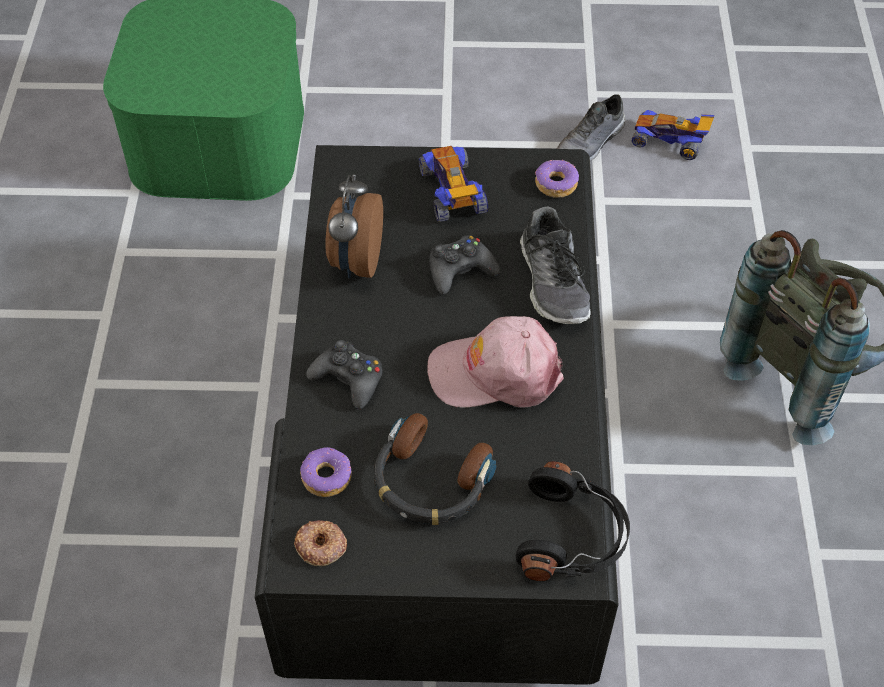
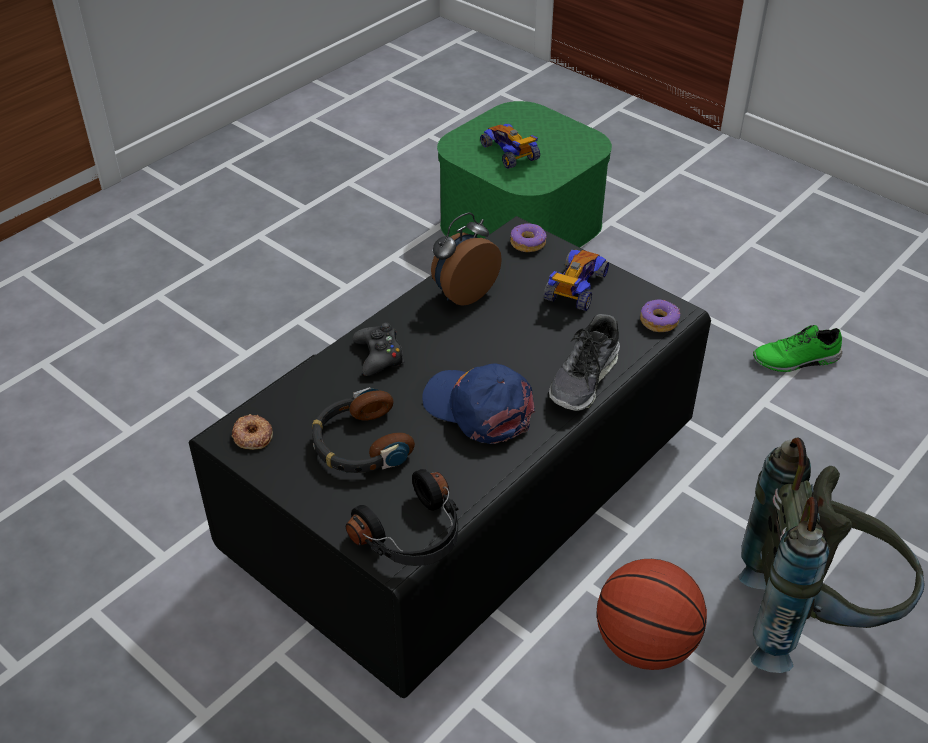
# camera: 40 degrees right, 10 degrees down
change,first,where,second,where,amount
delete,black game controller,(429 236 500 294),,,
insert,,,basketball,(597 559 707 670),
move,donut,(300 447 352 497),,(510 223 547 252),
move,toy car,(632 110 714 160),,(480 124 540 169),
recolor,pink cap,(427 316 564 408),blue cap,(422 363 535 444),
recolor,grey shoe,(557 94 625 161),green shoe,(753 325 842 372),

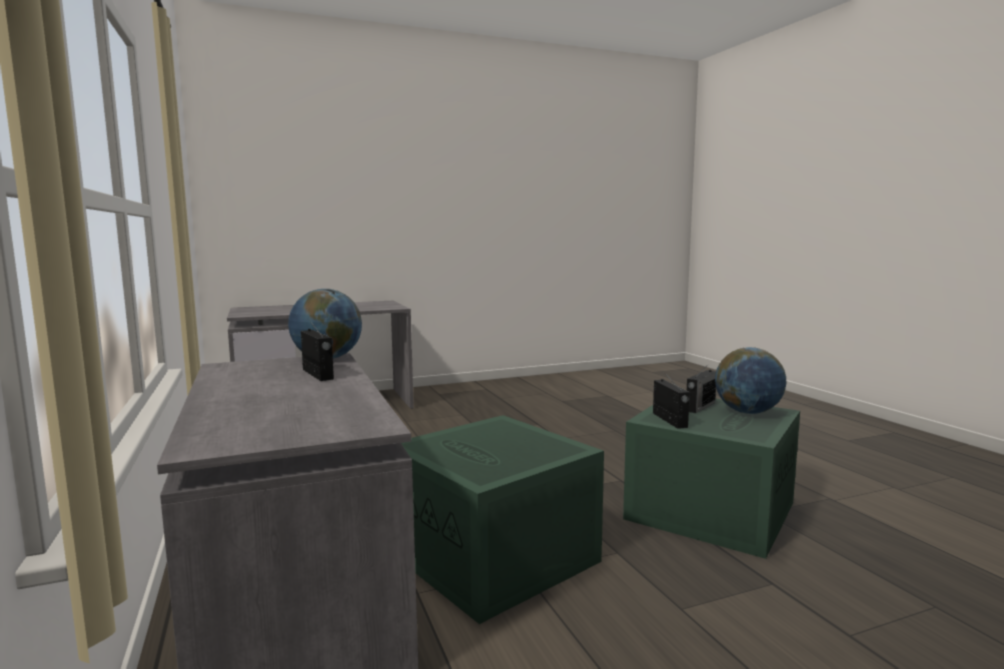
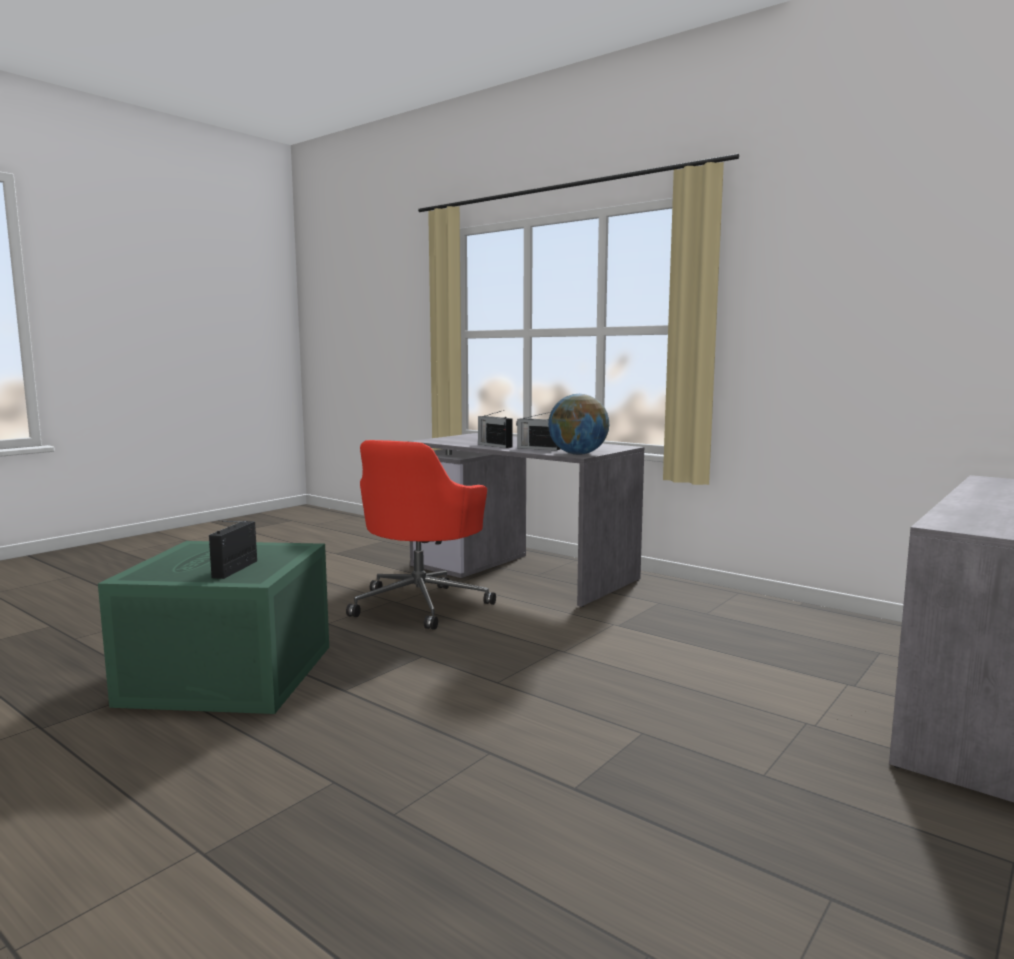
# camera: 150 degrees right, 0 degrees up
change,first,where,second,where,amount
delete,globe,(715 347 786 414),,,
move,radio,(653 374 690 429),,(478 410 513 448),
replace,green storage box,(401 415 604 624),red office chair,(346 440 496 630),

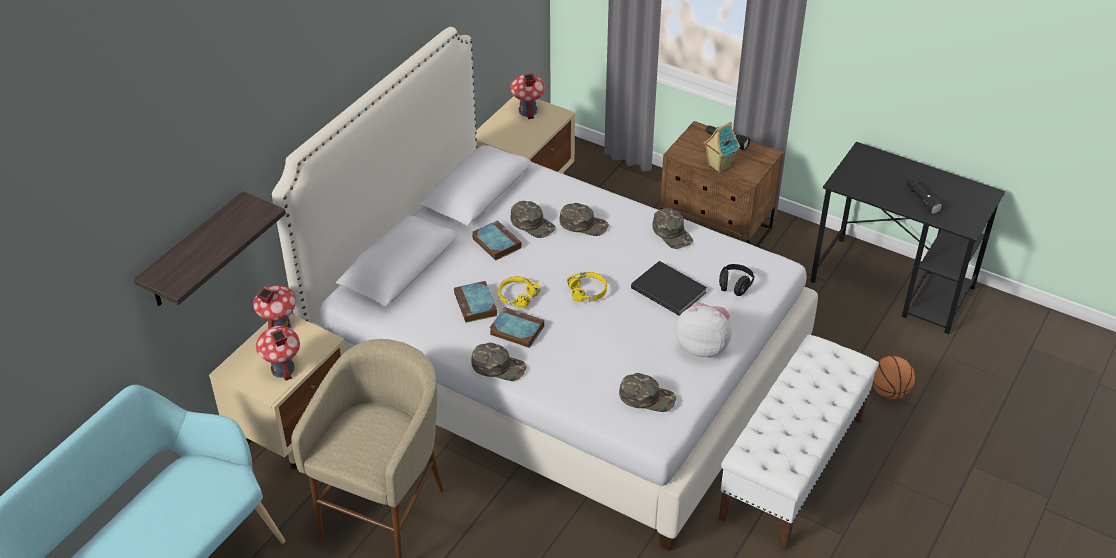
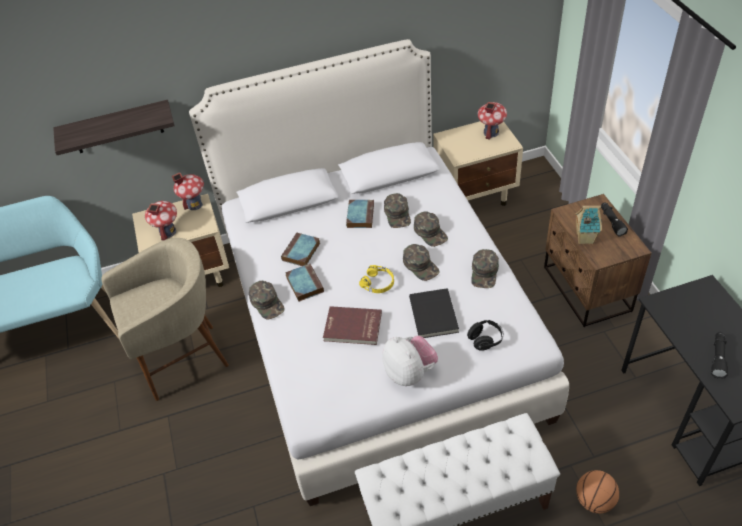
# camera: 45 degrees right, 5 degrees up
change,first,where,second,where,amount
delete,yellow headphones,(498 276 541 308),,,
insert,,,red book,(323 306 382 345),
move,green cap,(619 373 676 412),,(403 244 439 281),

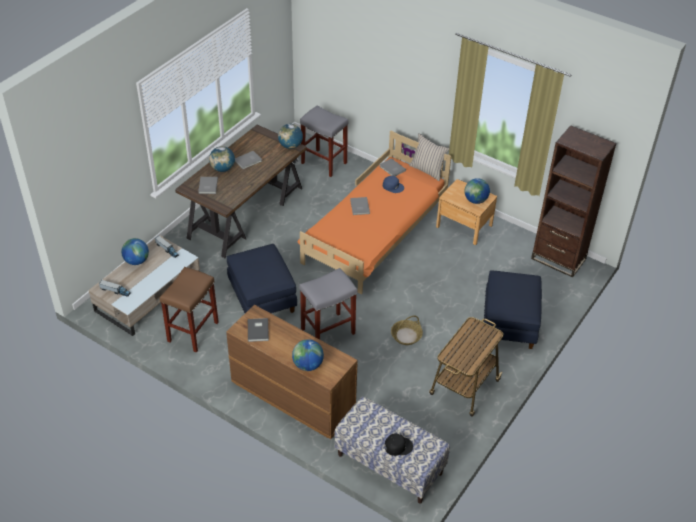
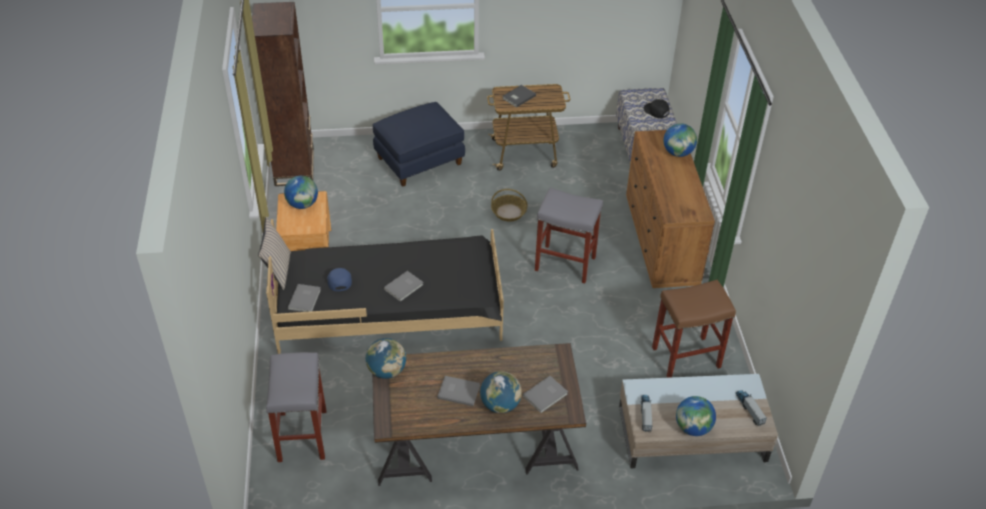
# camera: 130 degrees left, 0 degrees up
change,first,where,second,where,amount
delete,blue ottoman,(227 244 297 313),,,
move,grey book,(248 318 269 342),,(502 85 536 107),
recolor,orange bed,(297 130 451 294),black bed,(266 219 504 354),

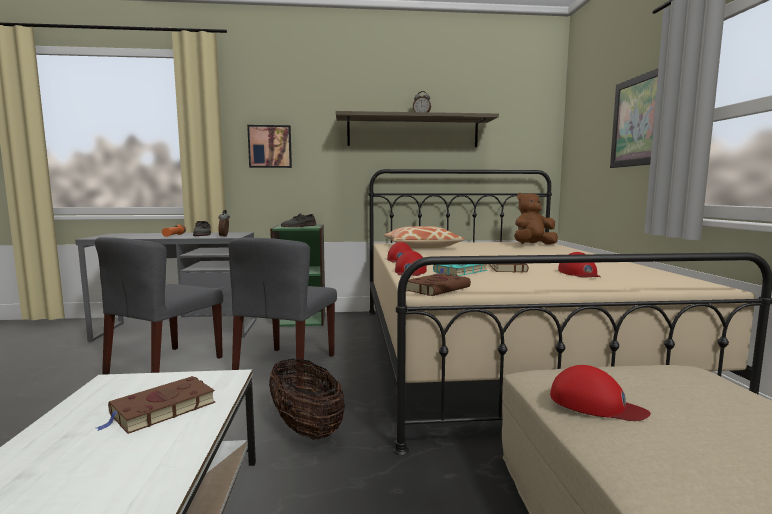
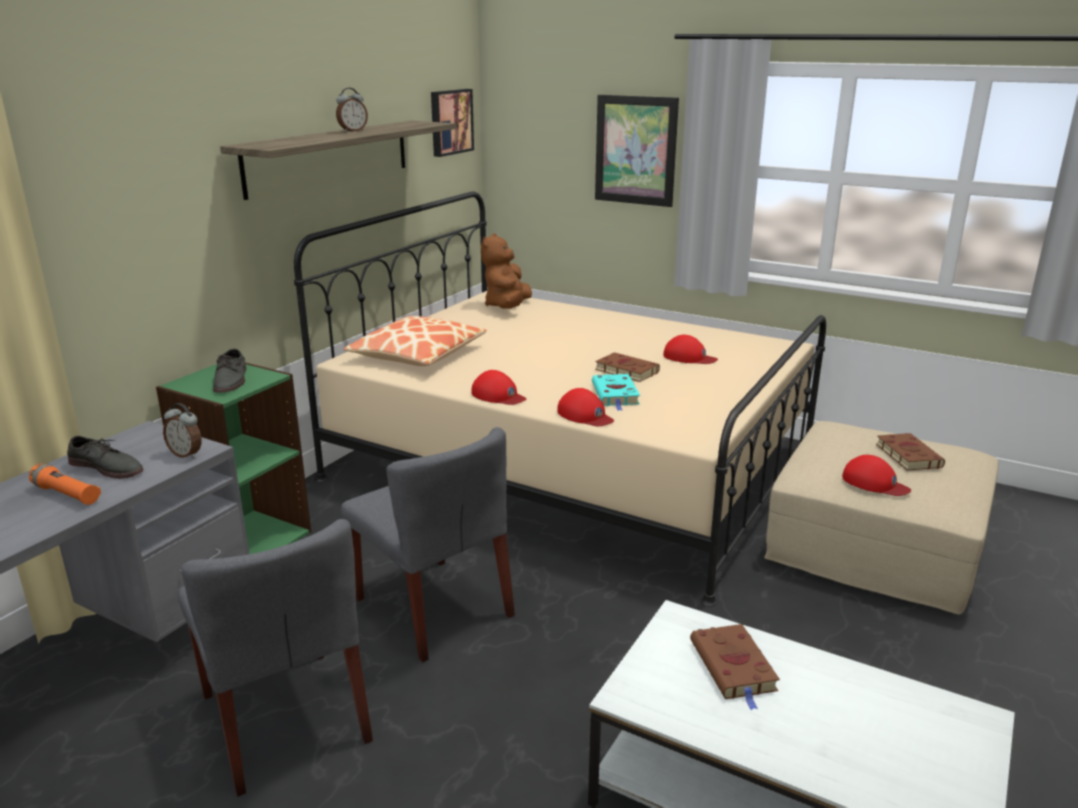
# camera: 55 degrees left, 15 degrees up
change,first,where,second,where,amount
delete,basket,(269 359 345 439),,,
move,picture,(247 125 292 168),,(431 89 474 157),
move,brown book,(406 273 471 296),,(876 433 945 471),
rotate,red cap,(550 365 651 421),,(842 455 911 496),60 degrees clockwise

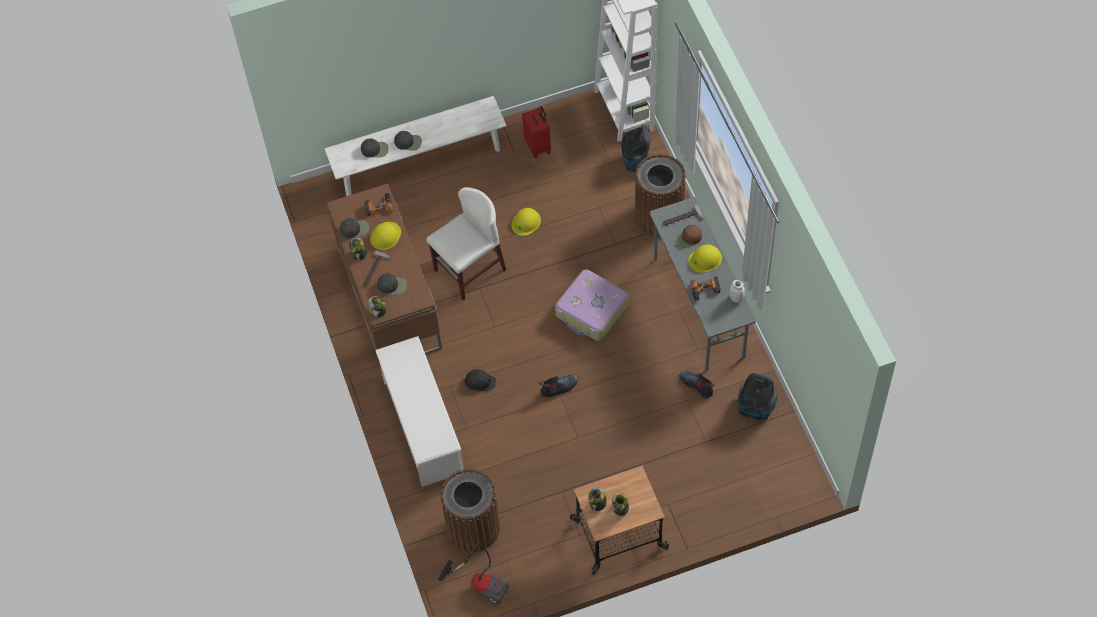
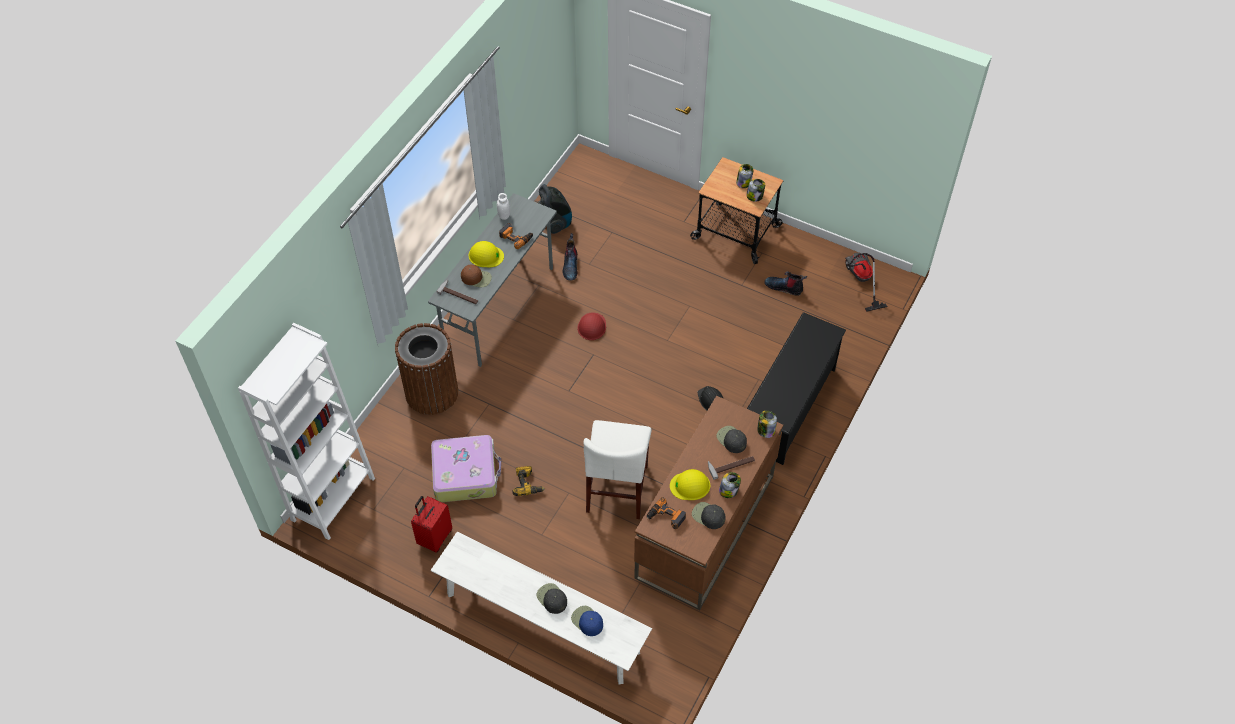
# camera: 135 degrees left, 5 degrees down
change,first,where,second,where,amount
delete,brown trash can,(440 469 500 552),,,
delete,vacuum cleaner,(621 125 651 172),,,
insert,,,red hard hat,(578 313 606 340),
move,boot,(539 375 578 397),,(764 271 807 296),
move,suitcase,(555 269 629 341),,(431 435 501 502),
replace,yellow hard hat,(511 208 541 236),power drill,(513 466 545 496),
recolor,black cap,(361 139 389 158),blue cap,(571 606 603 636),
recolor,white shoe rack,(375 336 464 487),black shoe rack,(747 312 846 465),
rotate,white chair,(426 187 506 300),,(584 420 651 519),90 degrees counterclockwise

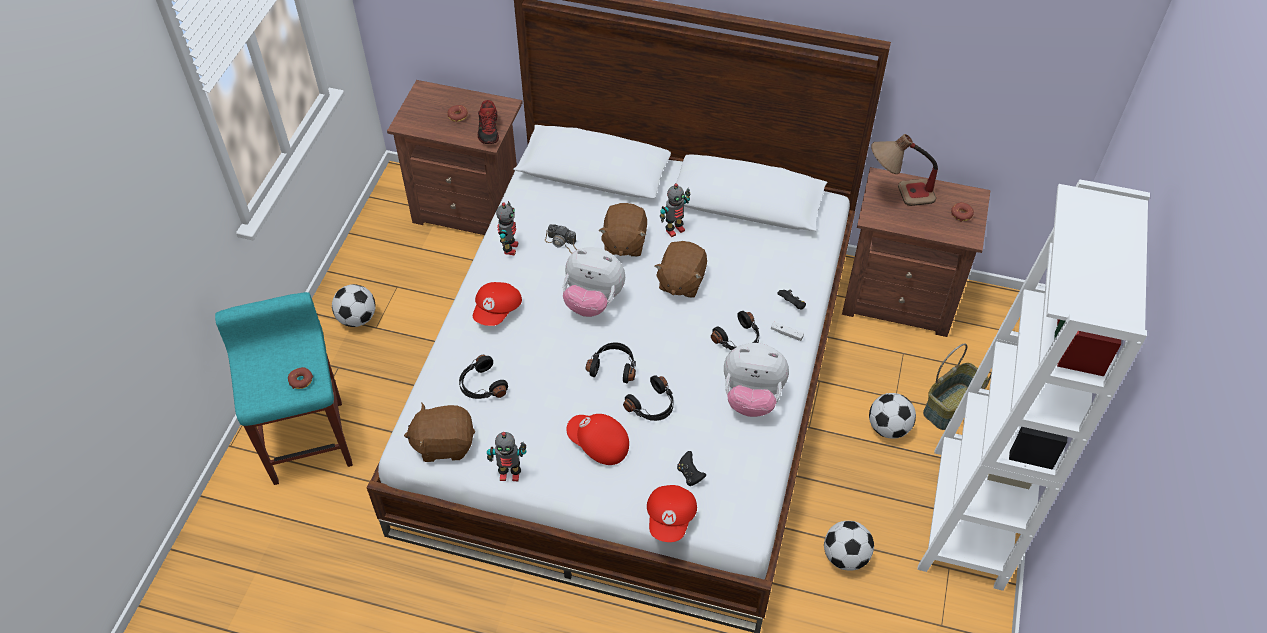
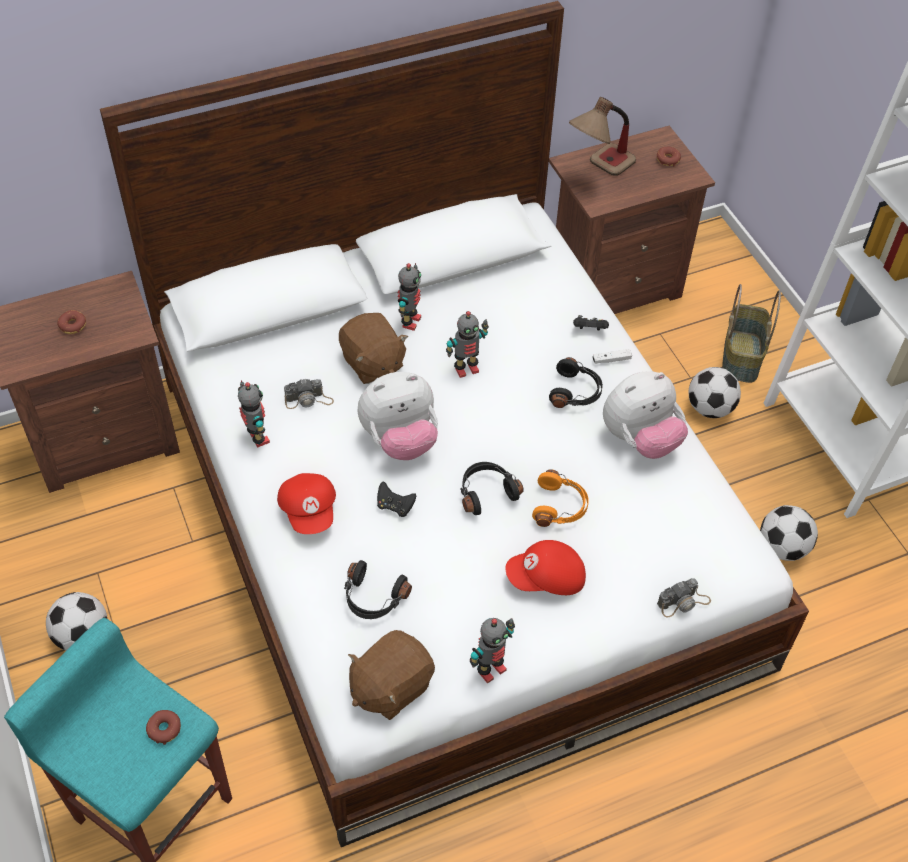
# camera: 40 degrees left, 0 degrees up
change,first,where,second,where,amount
delete,shoe,(478 100 499 144),,,
move,black game controller,(677 451 706 486),,(377 481 416 517),
replace,red cap,(647 485 697 542),photo camera,(657 578 711 617),
replace,brown plush toy,(655 241 707 298),toy robot,(446 311 489 378),
recolor,black headphones,(623 375 674 421),orange headphones,(532 469 589 527),

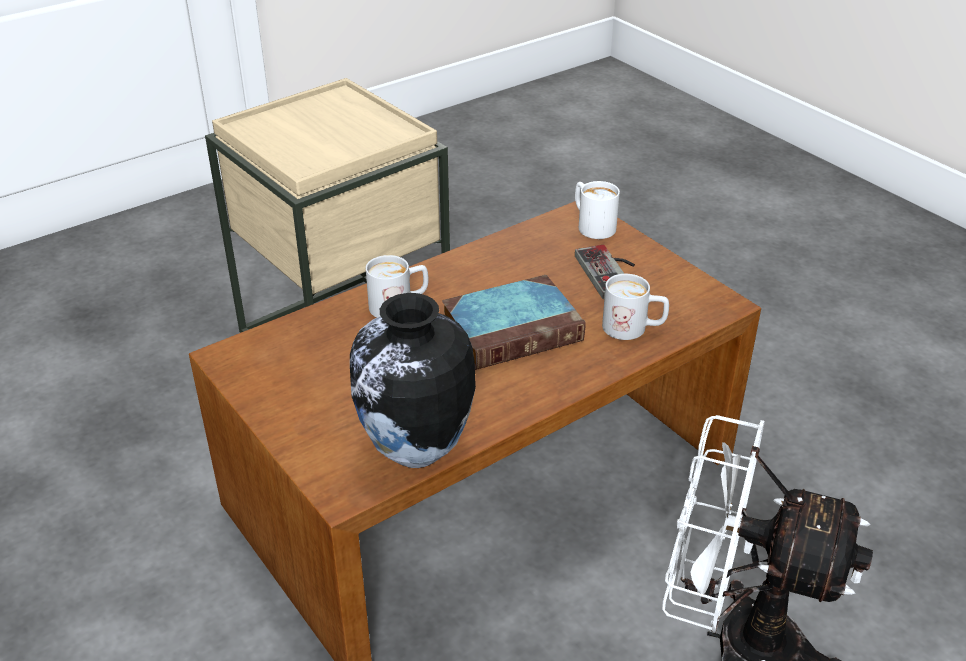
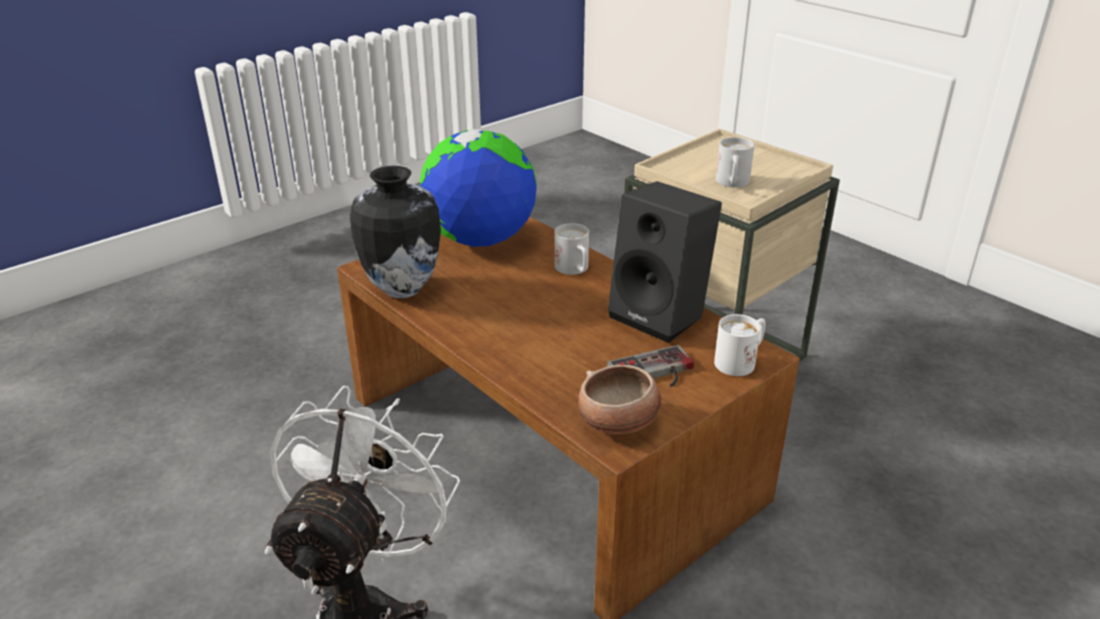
# camera: 85 degrees right, 5 degrees down
change,first,where,second,where,amount
delete,book,(442 275 585 370),,,
insert,,,globe,(420 129 537 247),
insert,,,bowl,(578 365 661 434),
insert,,,black speaker,(608 181 722 343),
move,white mug,(602 274 669 340),,(716 137 755 187),

